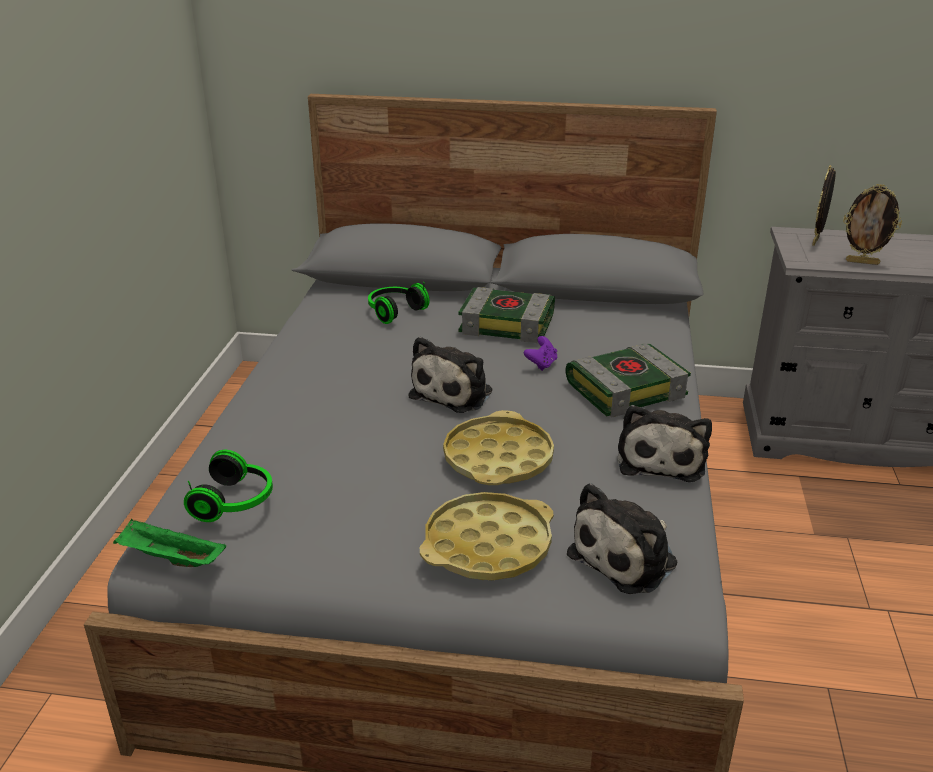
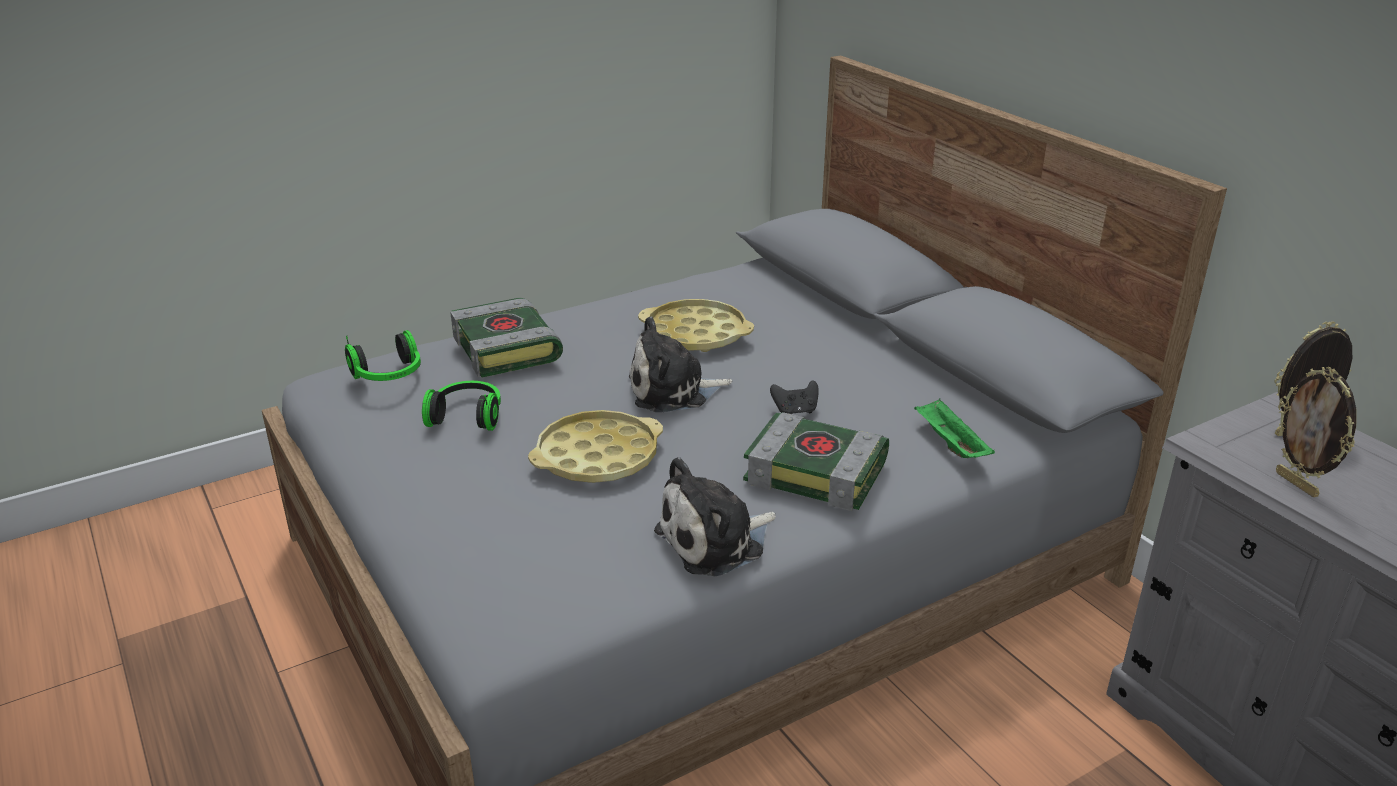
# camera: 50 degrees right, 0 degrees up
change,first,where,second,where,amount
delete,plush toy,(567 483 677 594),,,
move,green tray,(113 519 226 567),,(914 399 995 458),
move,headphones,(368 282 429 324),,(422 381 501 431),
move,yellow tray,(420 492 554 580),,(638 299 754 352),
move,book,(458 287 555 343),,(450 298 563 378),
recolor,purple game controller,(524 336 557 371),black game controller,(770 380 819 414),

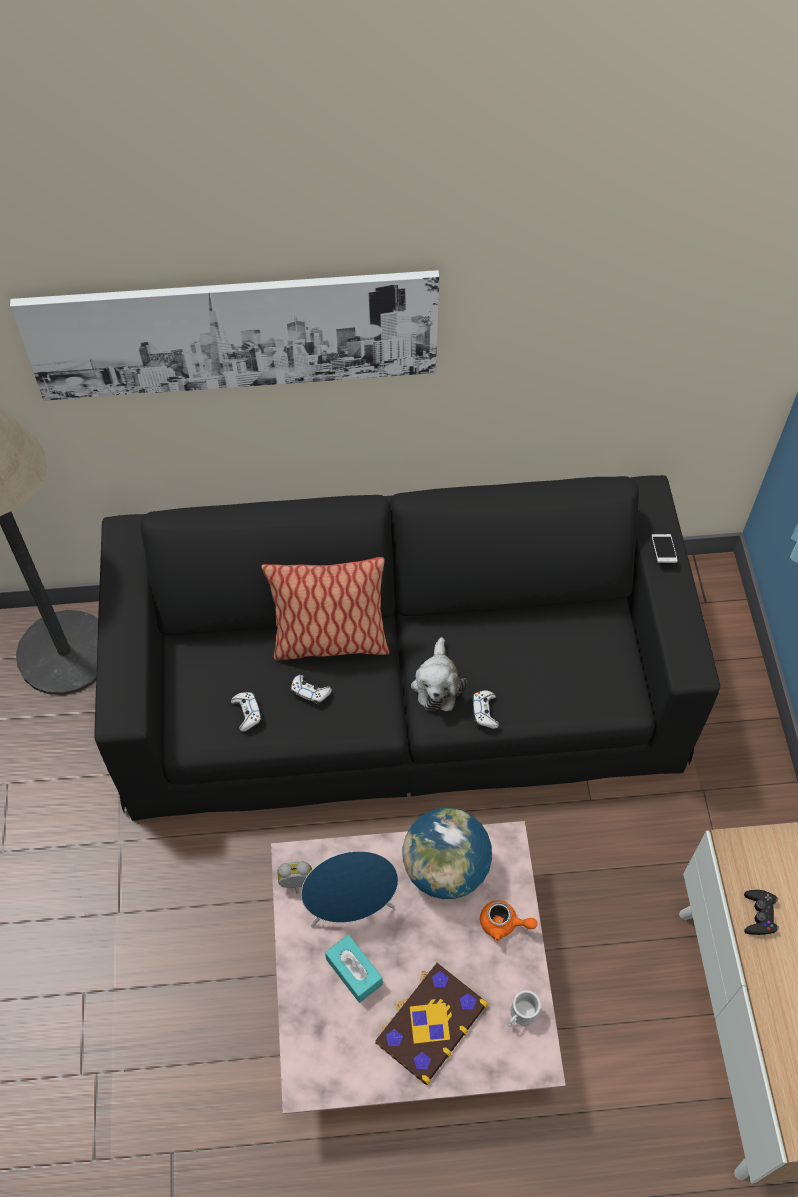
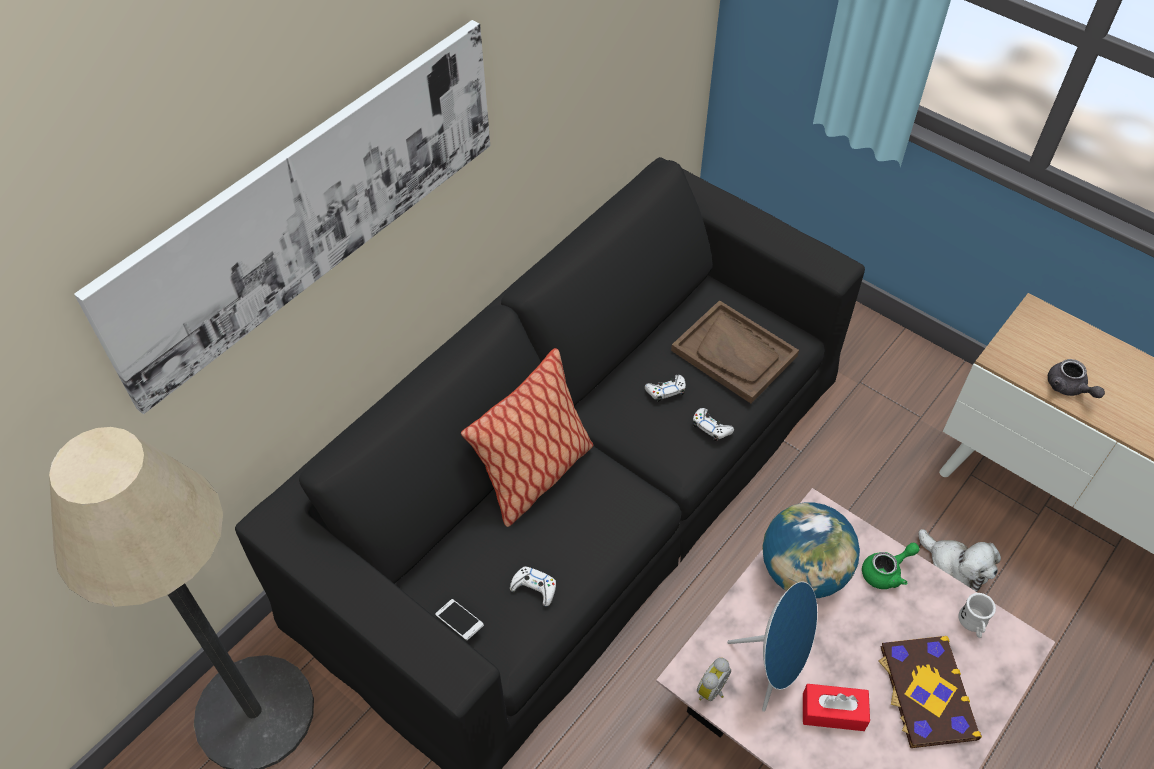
# camera: 45 degrees left, 5 degrees down
change,first,where,second,where,amount
insert,,,brown tray,(671 300 799 403),
move,white game controller,(291 675 332 705),,(645 375 686 402),
move,plush toy,(411 637 467 711),,(918 529 1001 592),
move,phone,(651 534 678 563),,(435 599 484 641),
replace,black game controller,(744 890 779 935),grey teapot,(1048 359 1105 398),
recolor,turquoise tissue box,(325 935 383 1003),red tissue box,(803 684 870 731),
recolor,orange teapot,(480 901 537 942),green teapot,(862 543 920 589),

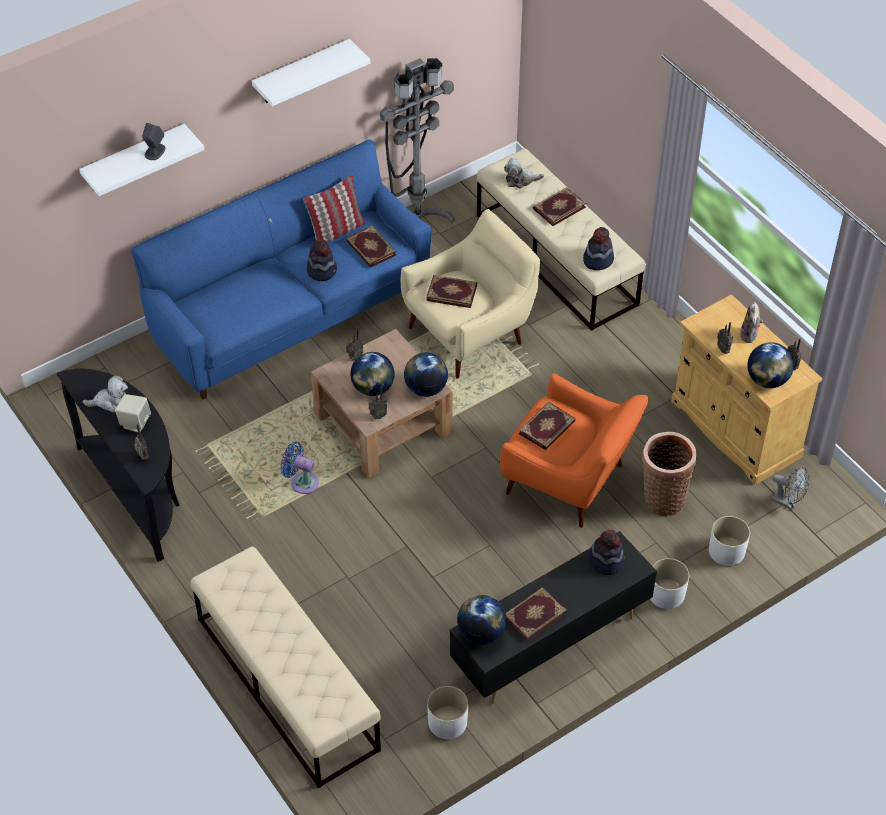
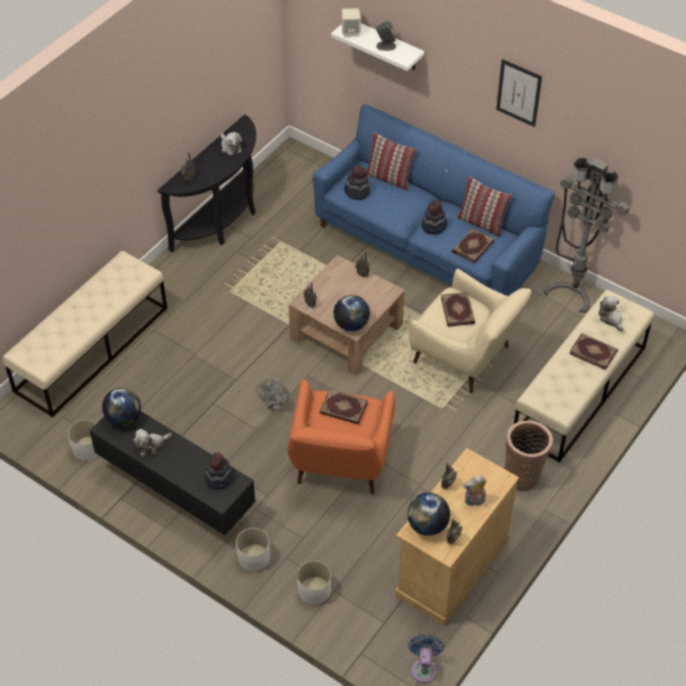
# camera: 70 degrees right, 0 degrees up
change,first,where,second,where,amount
delete,globe,(350 352 394 396),,,
insert,,,pillow,(366 132 416 191),
move,beige speaker,(115 394 151 432),,(342 8 361 37),
move,blue fan,(281 442 319 494),,(408 635 444 683),
move,hat,(583 227 614 270),,(344 166 370 200),
move,basket,(642 432 697 516),,(504 421 553 491),
move,grey fan,(771 466 810 510),,(257 377 289 411),
replace,white shelf,(252 39 370 106),picture,(496 59 542 127),
replace,book,(506 587 567 642),plush toy,(133 429 172 457),

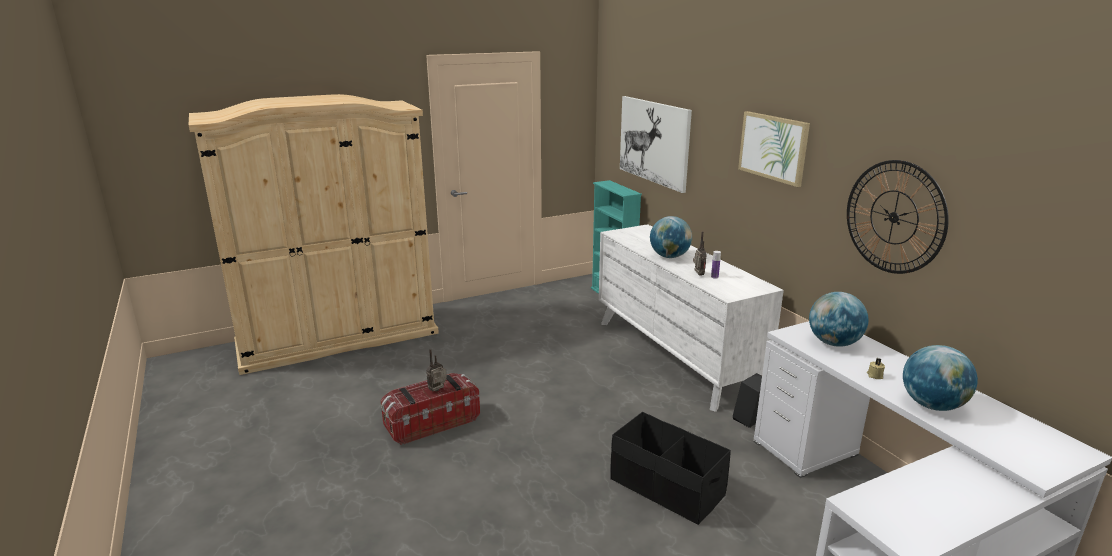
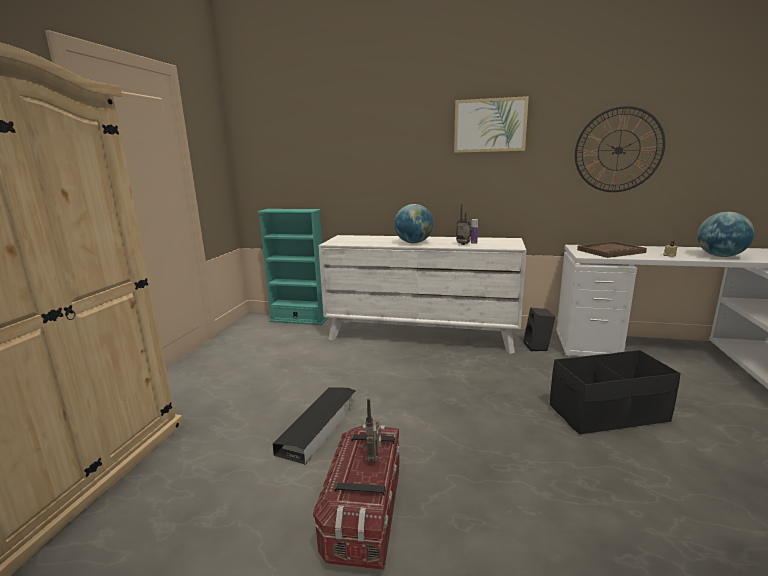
# camera: 50 degrees left, 5 degrees down
change,first,where,second,where,amount
delete,picture,(620 96 692 193),,,
insert,,,black storage box,(272 387 356 465),
replace,globe,(809 292 869 347),brown tray,(577 241 647 258),

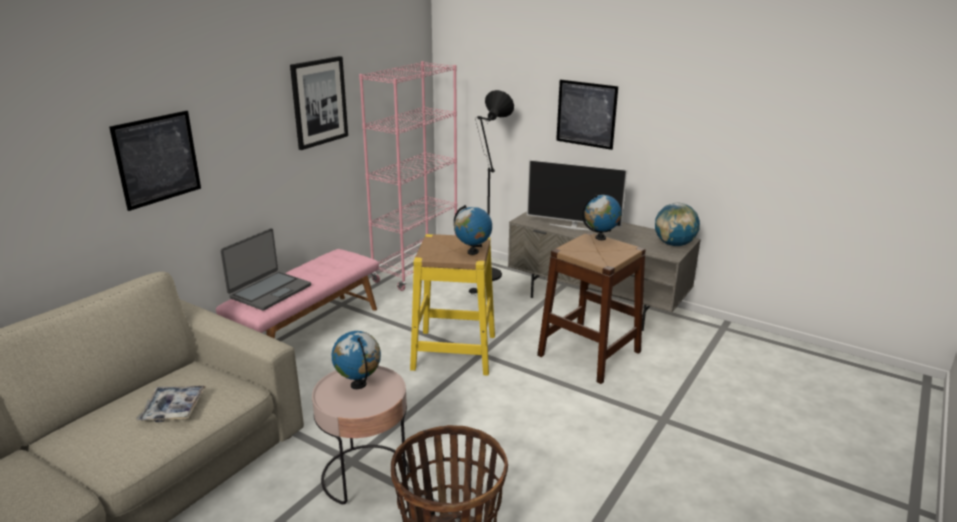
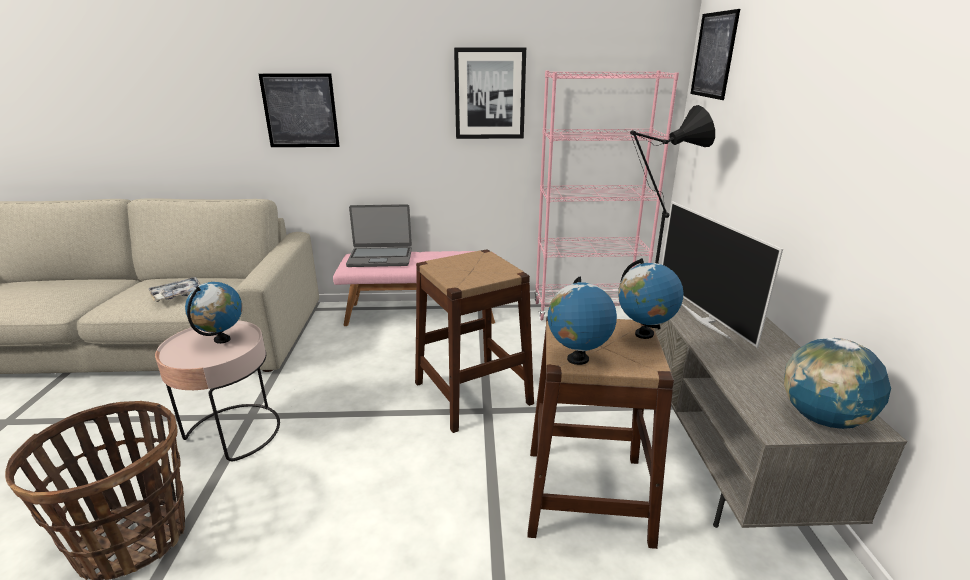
# camera: 55 degrees right, 0 degrees up
change,first,where,second,where,amount
move,globe,(454 205 492 255),,(548 277 617 365),
move,picture,(556 80 618 150),,(690 9 740 100),
recolor,yellow stool,(410 234 495 376),brown stool,(415 249 534 433),

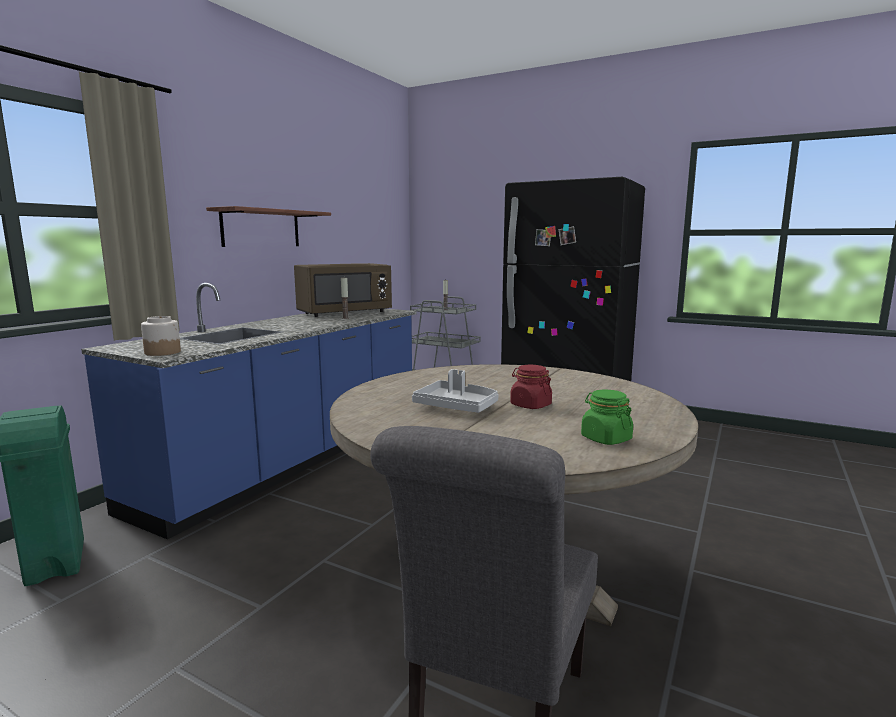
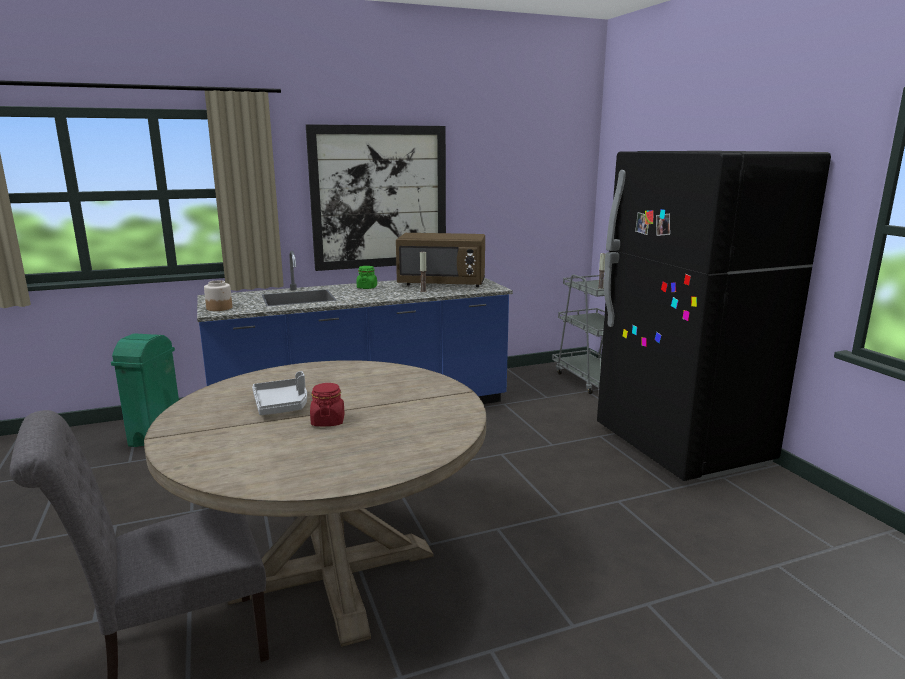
# camera: 40 degrees right, 5 degrees up
change,first,where,second,where,amount
move,green jar,(581 389 633 445),,(357 266 377 289),
replace,shelf,(206 206 331 247),picture,(306 124 446 271),

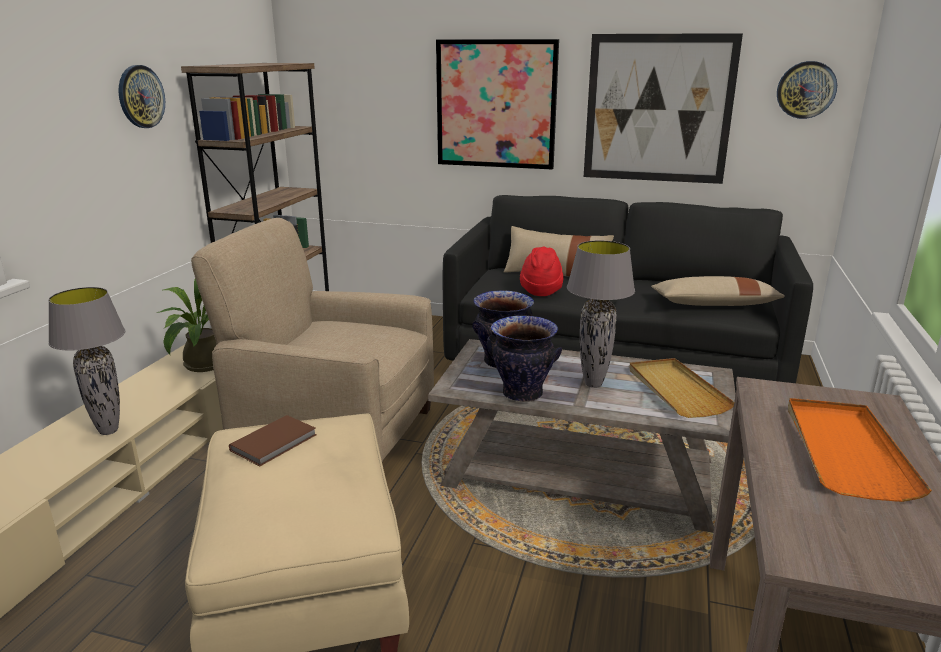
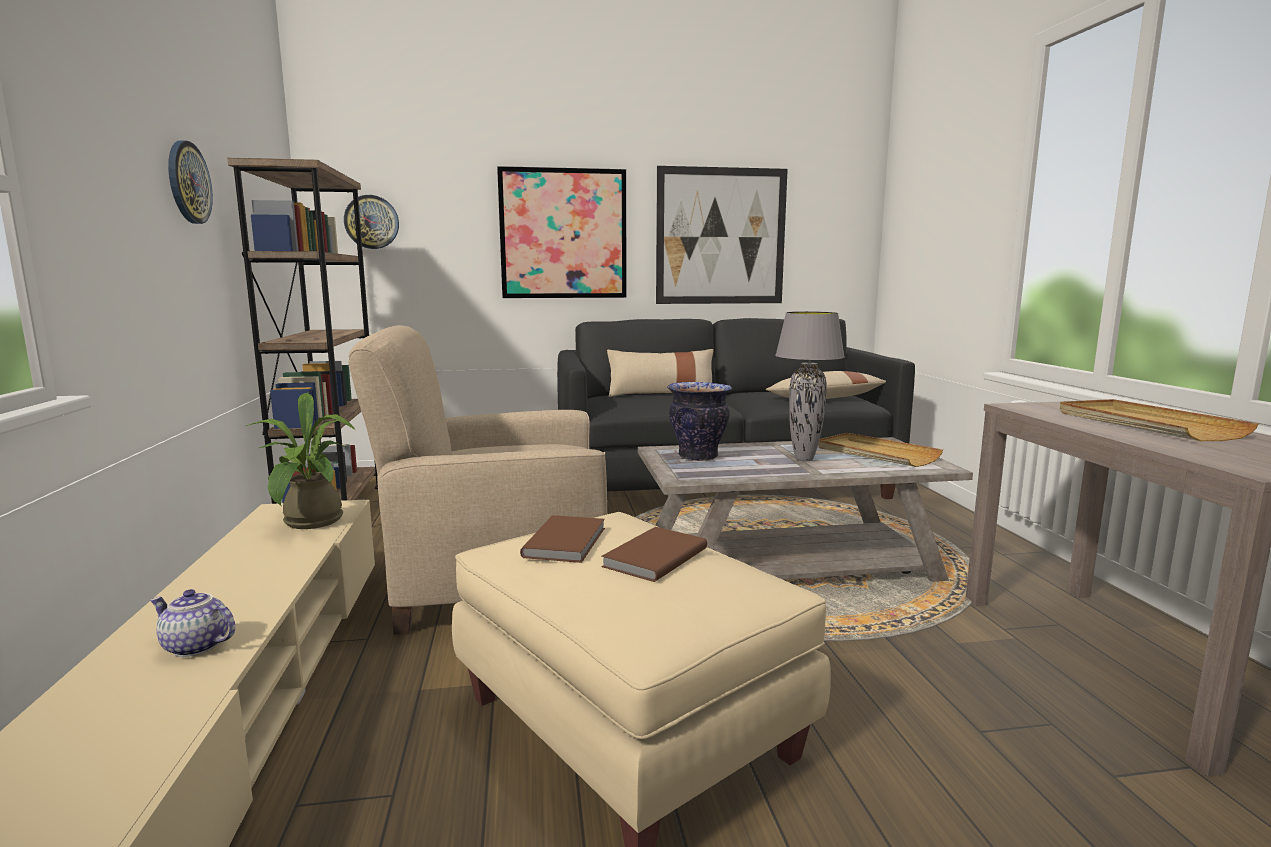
# camera: 25 degrees left, 10 degrees down
change,first,where,second,where,amount
delete,grey table lamp,(48 287 125 435),,,
delete,vase,(487 316 562 402),,,
delete,red hat,(520 247 564 296),,,
insert,,,teapot,(150 589 235 657),
insert,,,brown book,(601 527 707 582),
move,wall clock,(777 61 837 119),,(344 195 399 249),
recolor,orange tray,(788 398 932 502),beige tray,(1059 399 1259 441),

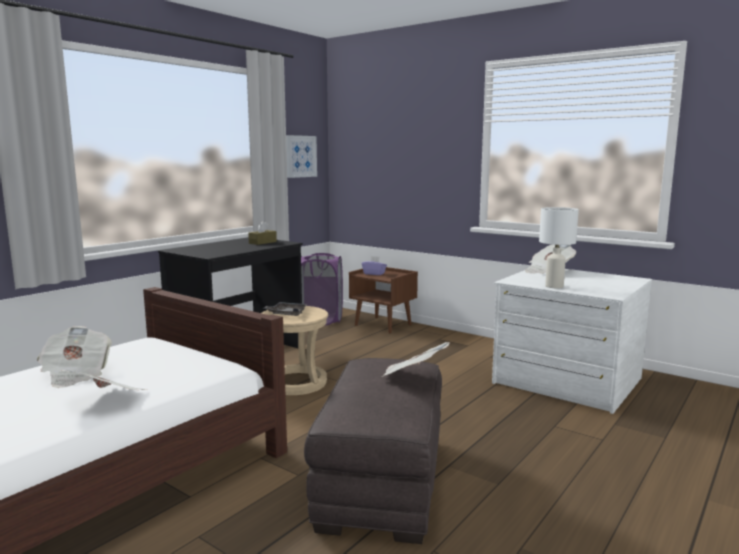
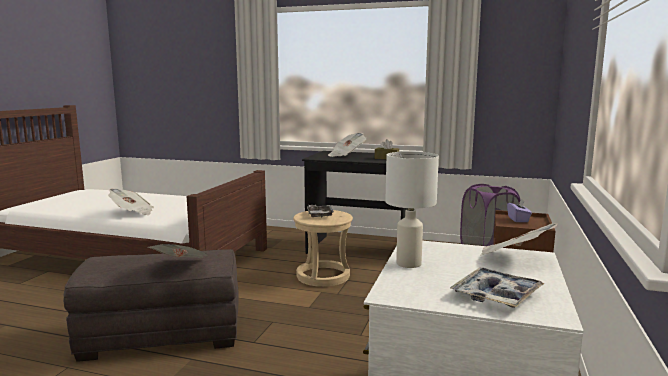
# camera: 70 degrees right, 0 degrees up
change,first,where,second,where,amount
delete,picture,(286 135 317 178),,,
insert,,,tray,(450 267 545 308),
move,newspaper,(37 326 112 388),,(328 132 366 157),

